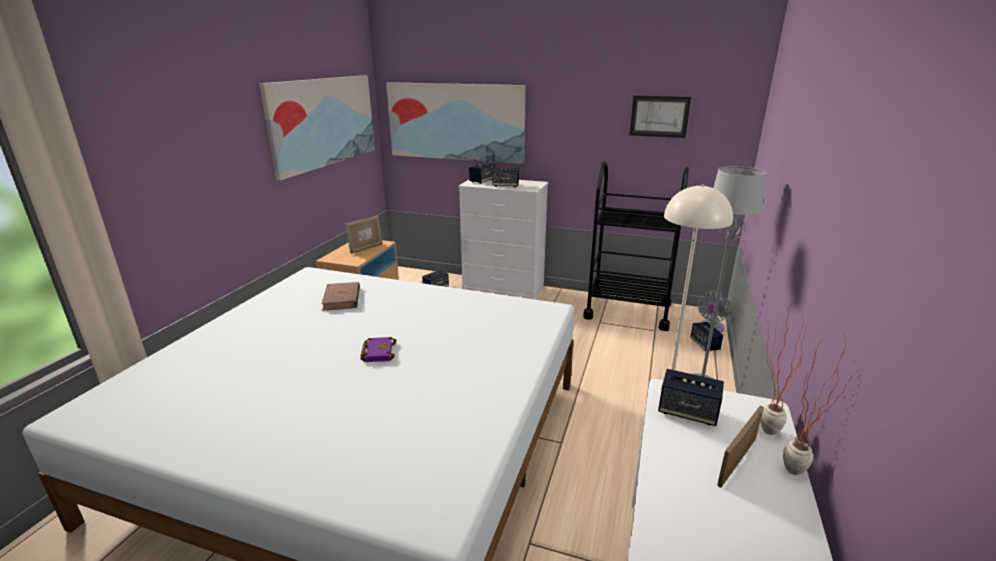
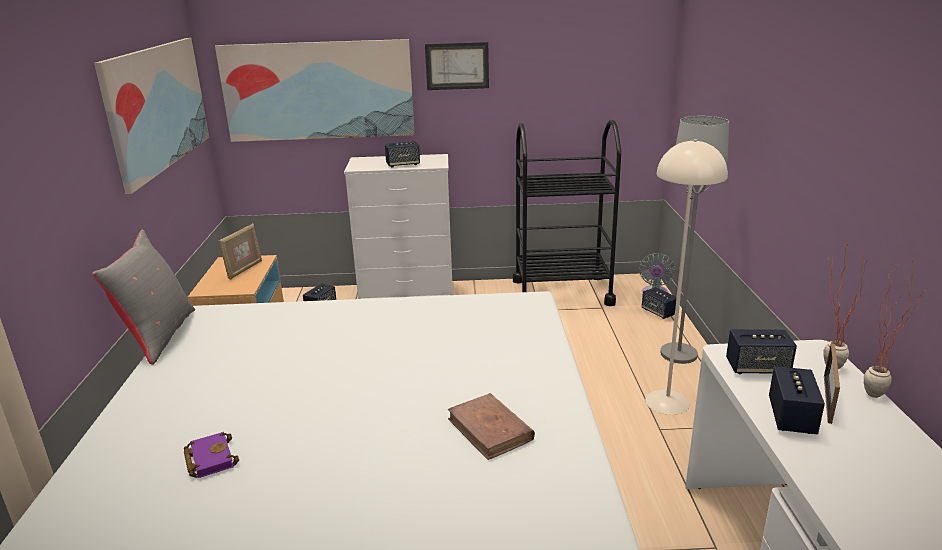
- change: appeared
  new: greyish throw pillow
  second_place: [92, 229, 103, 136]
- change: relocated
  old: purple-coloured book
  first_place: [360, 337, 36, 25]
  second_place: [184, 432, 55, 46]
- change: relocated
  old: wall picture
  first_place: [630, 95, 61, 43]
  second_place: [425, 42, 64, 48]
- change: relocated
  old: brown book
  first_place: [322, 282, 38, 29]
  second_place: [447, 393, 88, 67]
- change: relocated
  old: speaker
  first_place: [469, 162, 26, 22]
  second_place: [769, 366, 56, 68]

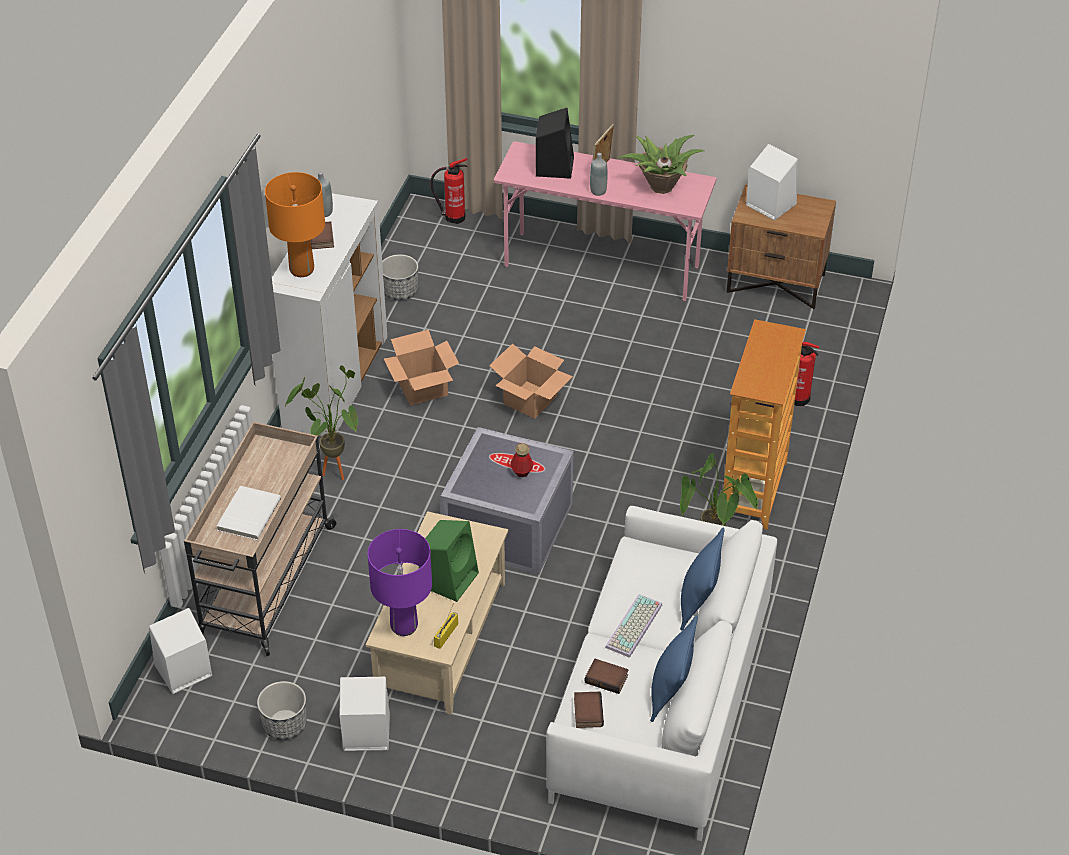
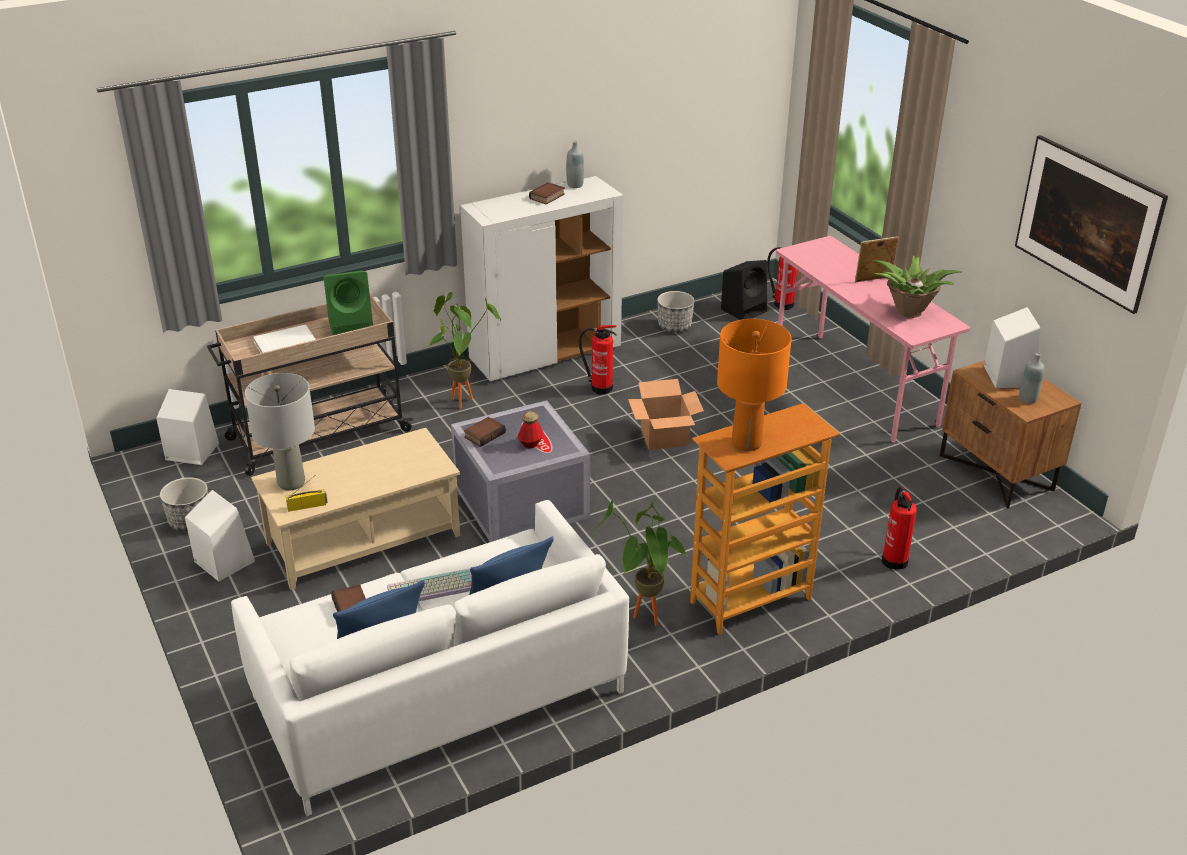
- change: colour
  old: purple-coloured table lamp
  new: greyish table lamp
  first_place: [367, 529, 65, 107]
  second_place: [245, 373, 70, 118]
- change: relocated
  old: green speaker
  first_place: [419, 520, 60, 82]
  second_place: [323, 271, 50, 65]
- change: relocated
  old: book
  first_place: [574, 692, 30, 36]
  second_place: [464, 417, 42, 30]
- change: exchanged
  old: cardboard box
  new: extinguisher
  first_place: [384, 330, 75, 76]
  second_place: [579, 325, 38, 70]
- change: relocated
  old: orange table lamp
  first_place: [265, 172, 60, 105]
  second_place: [717, 319, 75, 132]
- change: relocated
  old: blackish speaker
  first_place: [536, 108, 38, 71]
  second_place: [721, 260, 46, 60]
- change: appeared
  new: wall picture
  second_place: [1015, 135, 153, 179]
- change: relocated
  old: greyish beverage bottle
  first_place: [590, 153, 18, 43]
  second_place: [1019, 353, 25, 51]

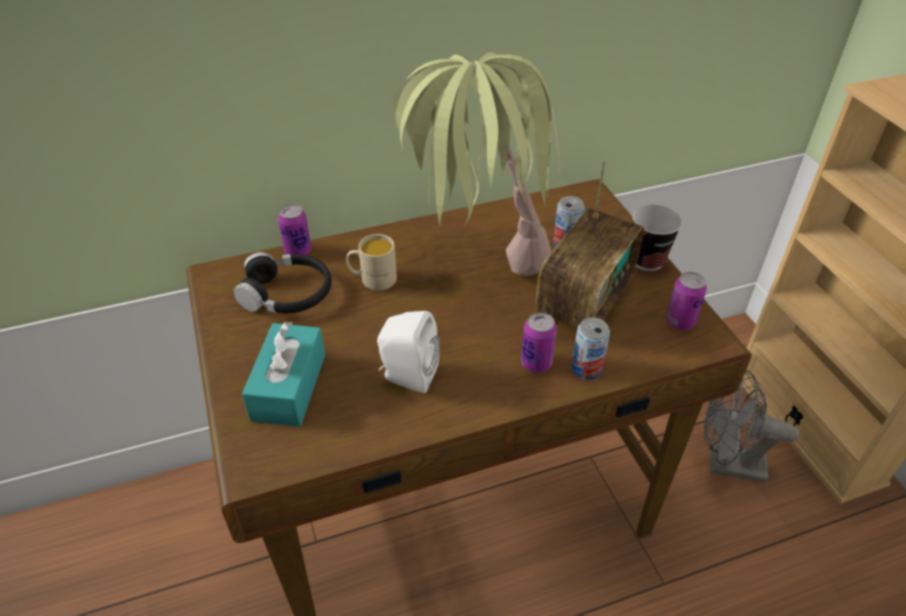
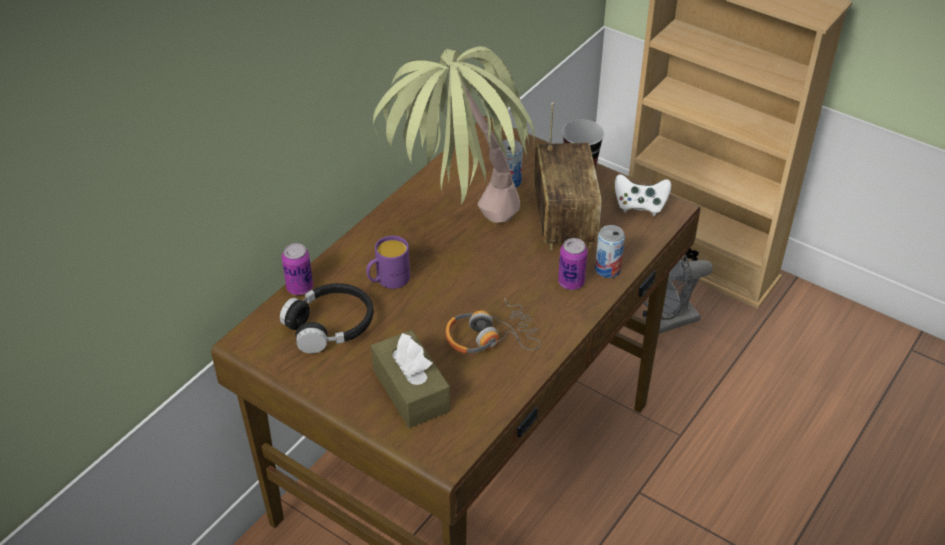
- change: colour
  old: beige-coloured coffee mug
  new: purple-coloured coffee mug
  first_place: [346, 234, 51, 57]
  second_place: [366, 236, 44, 53]
- change: colour
  old: turquoise-coloured tissue box
  new: brown tissue box
  first_place: [242, 321, 83, 106]
  second_place: [371, 330, 79, 98]
- change: exchanged
  old: white-coloured speaker
  new: pair of headphones
  first_place: [377, 311, 63, 83]
  second_place: [445, 298, 96, 56]
- change: exchanged
  old: sealed can
  new: white-coloured gamepad
  first_place: [666, 272, 41, 58]
  second_place: [615, 174, 56, 42]

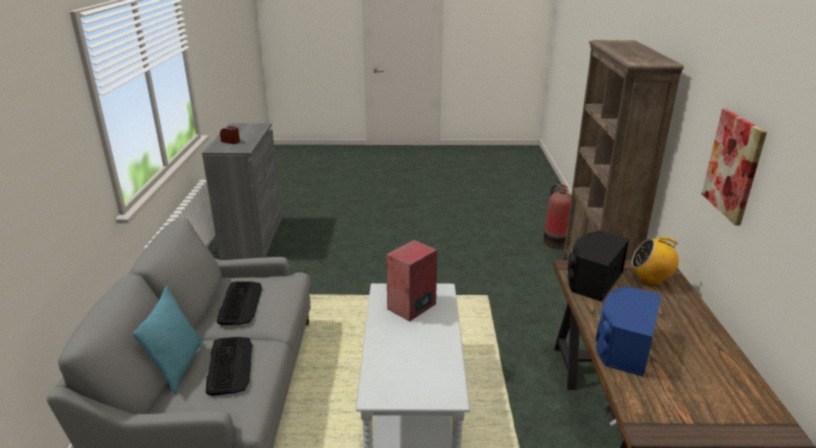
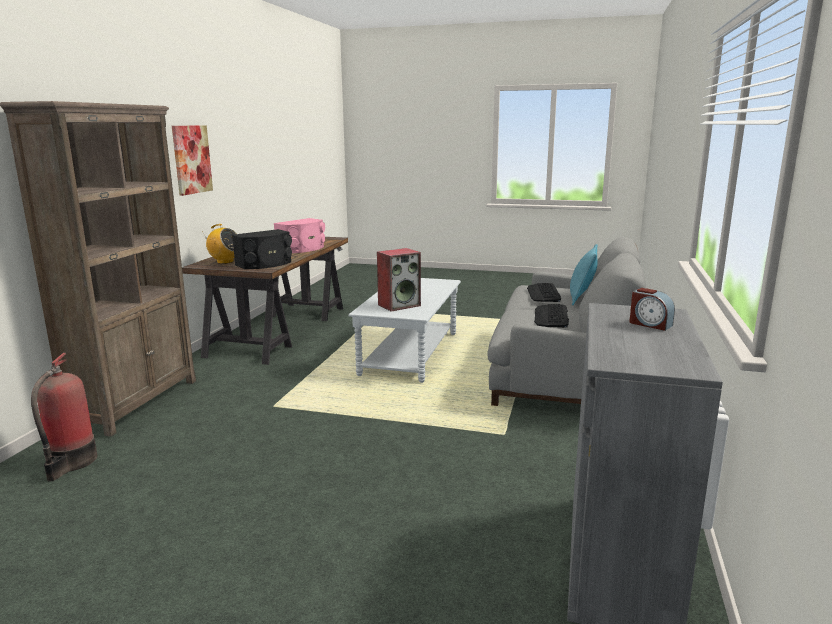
- change: colour
  old: blue speaker
  new: pink-coloured speaker
  first_place: [596, 286, 65, 91]
  second_place: [274, 218, 51, 35]

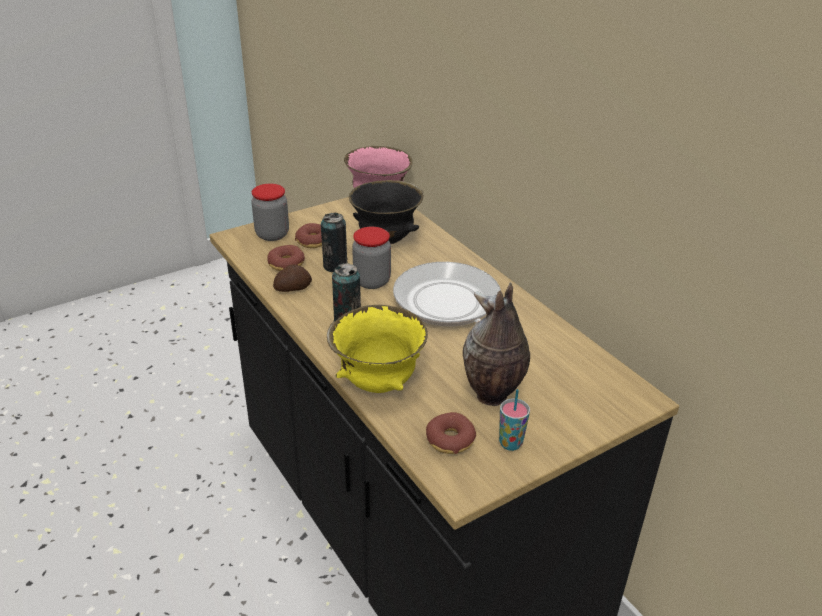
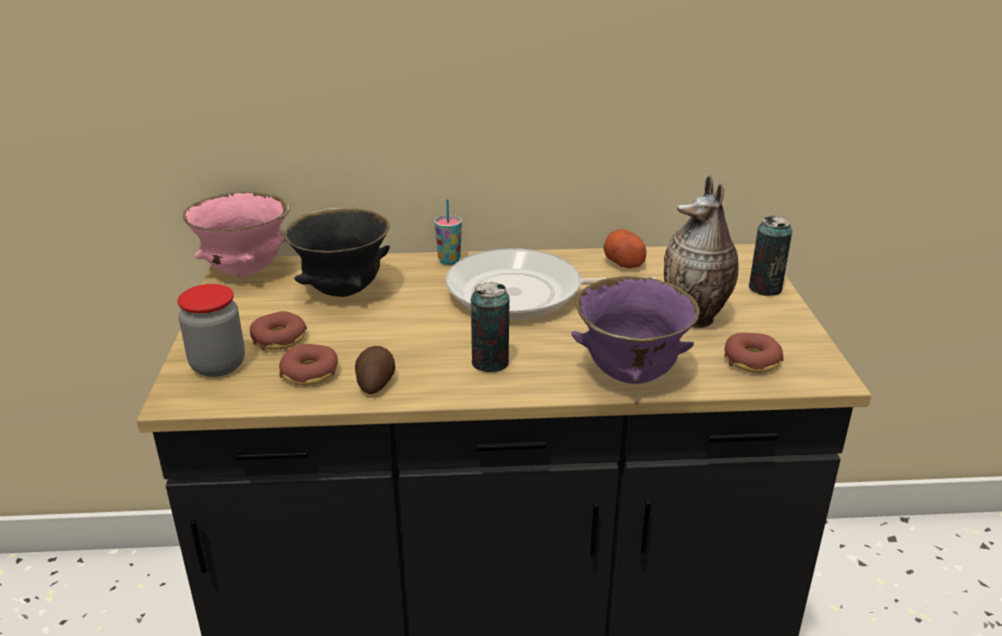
- change: relocated
  old: drinking cup
  first_place: [499, 389, 31, 62]
  second_place: [434, 199, 28, 66]
- change: colour
  old: yellowish deep dish
  new: purple-coloured deep dish
  first_place: [327, 305, 101, 88]
  second_place: [571, 276, 129, 108]
- change: appeared
  new: spud
  second_place: [603, 229, 44, 39]
- change: relocated
  old: sealed can
  first_place: [321, 213, 27, 59]
  second_place: [749, 216, 43, 80]
- change: missing
  old: storage jar
  first_place: [352, 227, 39, 62]

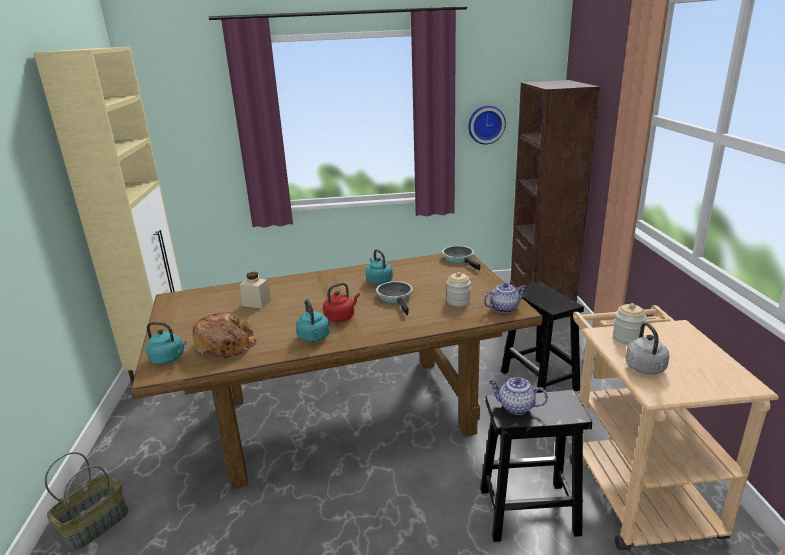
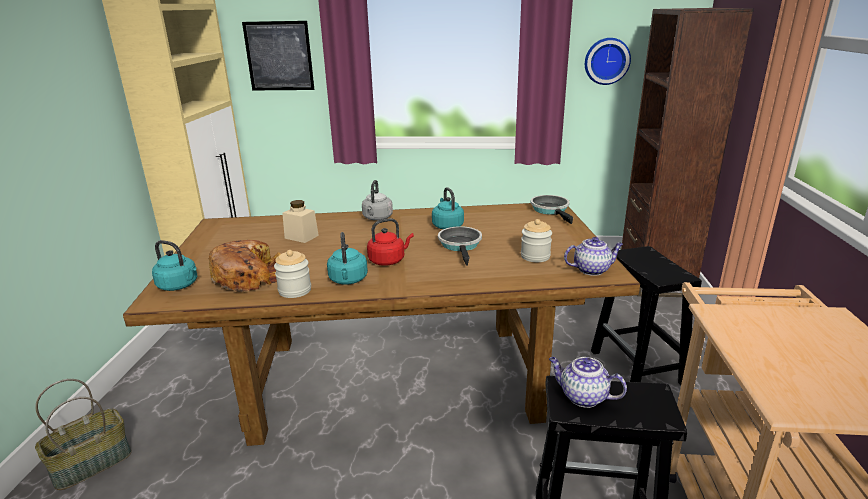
- change: appeared
  new: wall picture
  second_place: [242, 21, 72, 69]
- change: relocated
  old: storage jar
  first_place: [613, 303, 34, 42]
  second_place: [274, 250, 37, 48]
- change: relocated
  old: greyish kettle
  first_place: [626, 322, 43, 53]
  second_place: [362, 180, 31, 40]

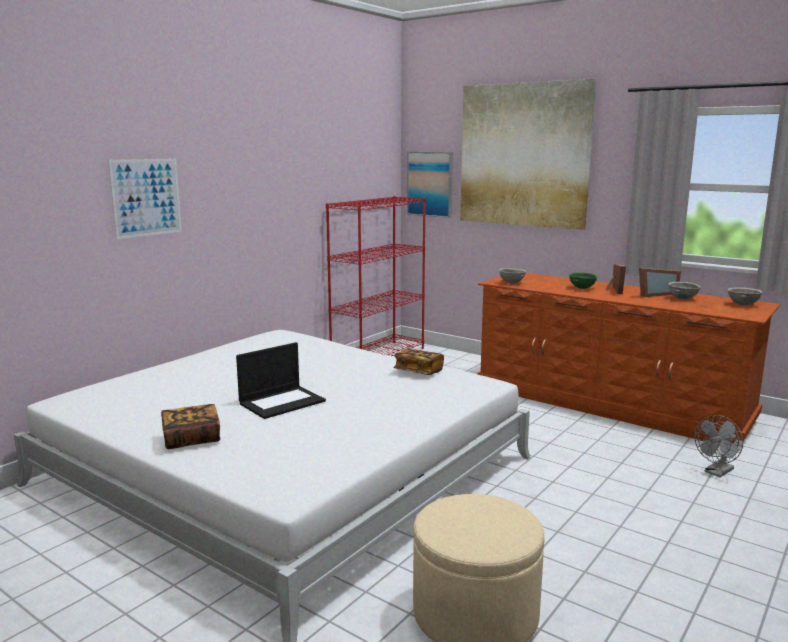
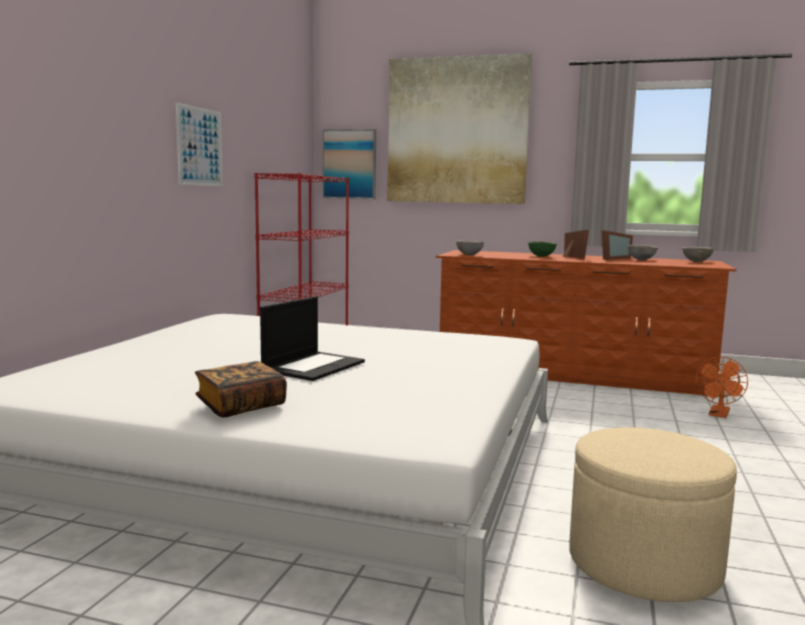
- change: relocated
  old: wall picture
  first_place: [108, 158, 74, 81]
  second_place: [176, 102, 47, 84]
- change: colour
  old: greyish fan
  new: orange fan
  first_place: [694, 415, 49, 62]
  second_place: [696, 357, 52, 61]
- change: missing
  old: book
  first_place: [393, 349, 51, 26]

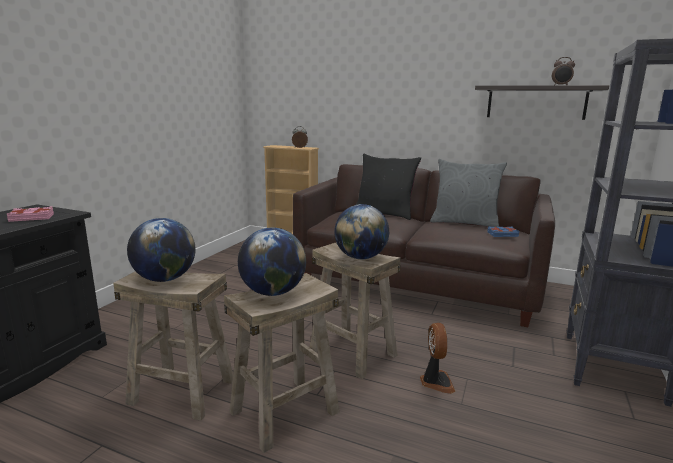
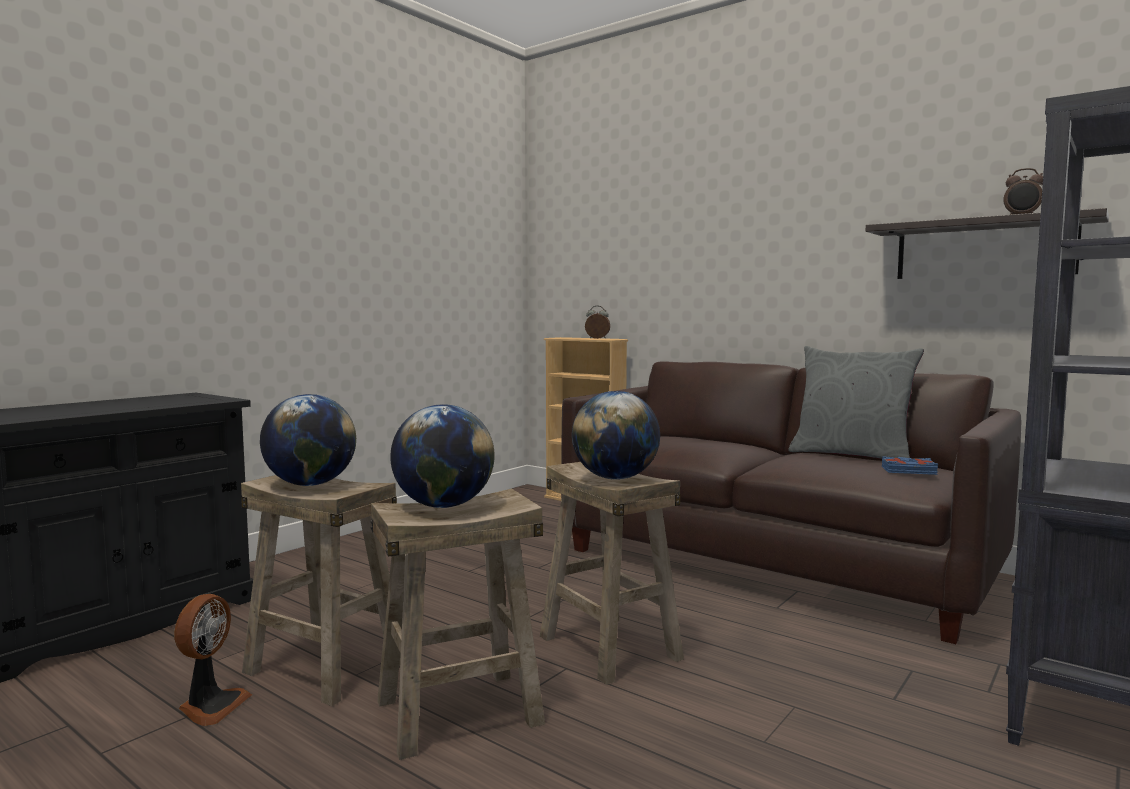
- change: relocated
  old: fan
  first_place: [420, 323, 36, 71]
  second_place: [174, 594, 78, 132]
- change: missing
  old: pink-coloured book
  first_place: [7, 206, 47, 16]
- change: missing
  old: blackish throw pillow
  first_place: [356, 154, 65, 66]

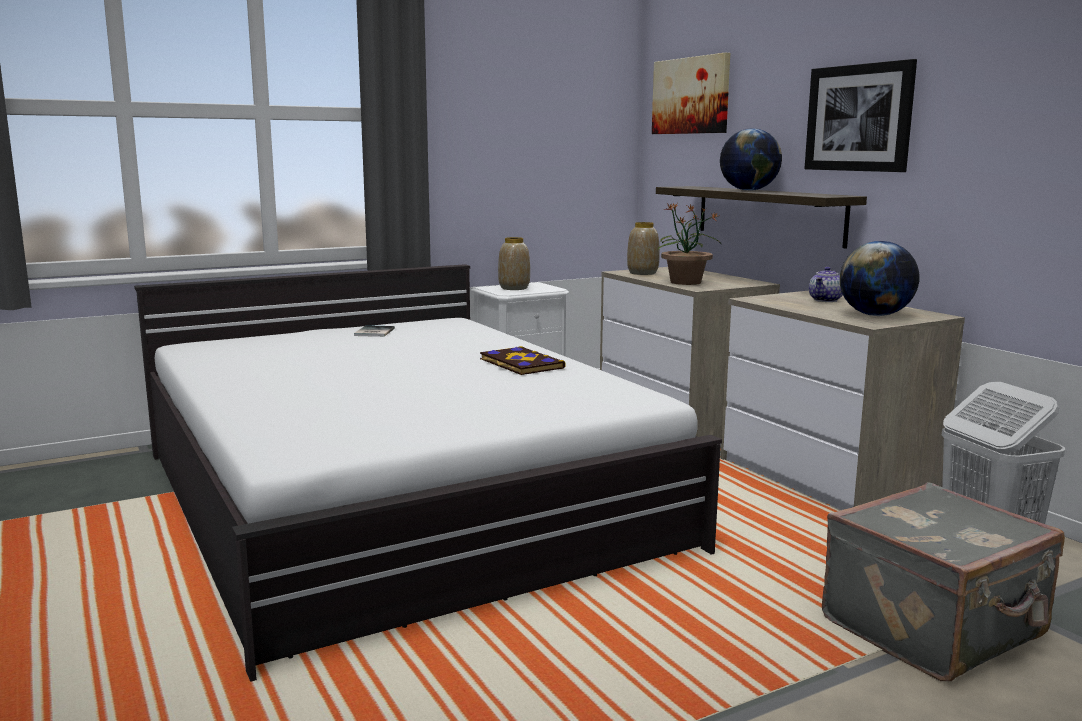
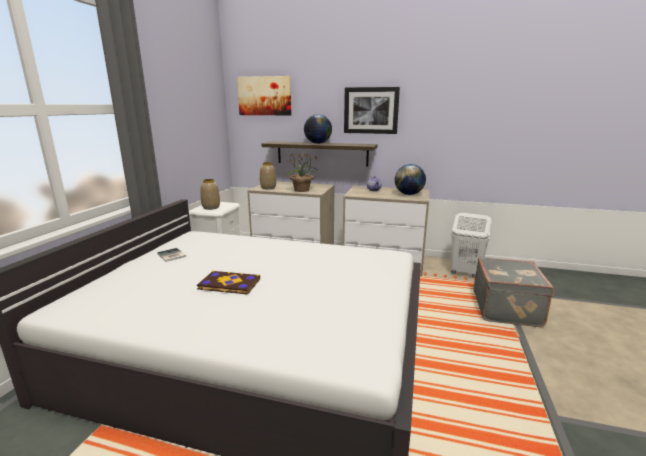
- change: relocated
  old: book
  first_place: [480, 346, 86, 29]
  second_place: [197, 271, 63, 24]

